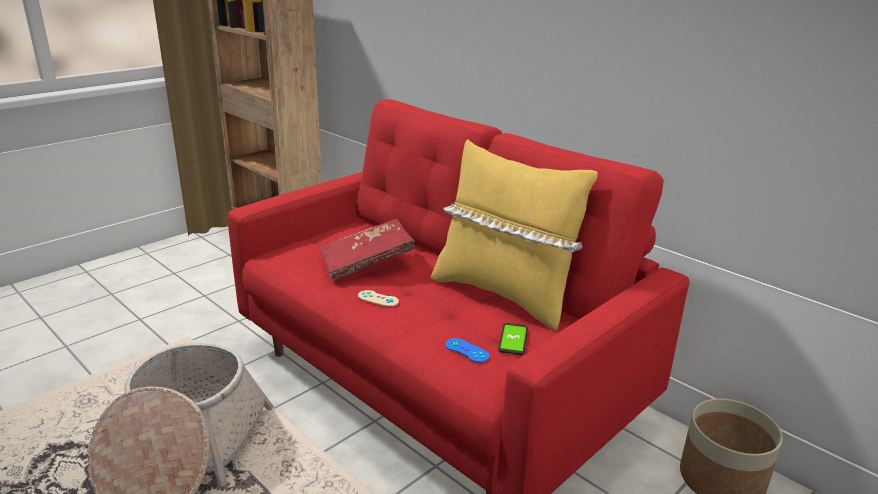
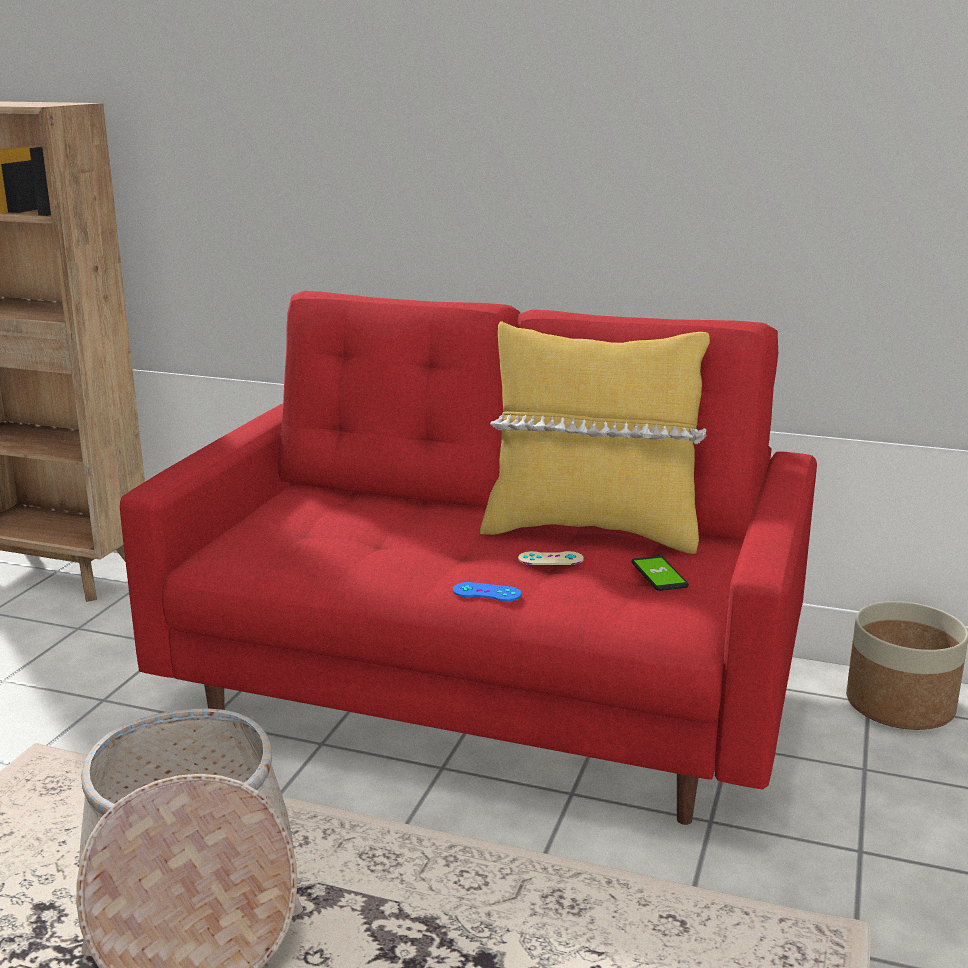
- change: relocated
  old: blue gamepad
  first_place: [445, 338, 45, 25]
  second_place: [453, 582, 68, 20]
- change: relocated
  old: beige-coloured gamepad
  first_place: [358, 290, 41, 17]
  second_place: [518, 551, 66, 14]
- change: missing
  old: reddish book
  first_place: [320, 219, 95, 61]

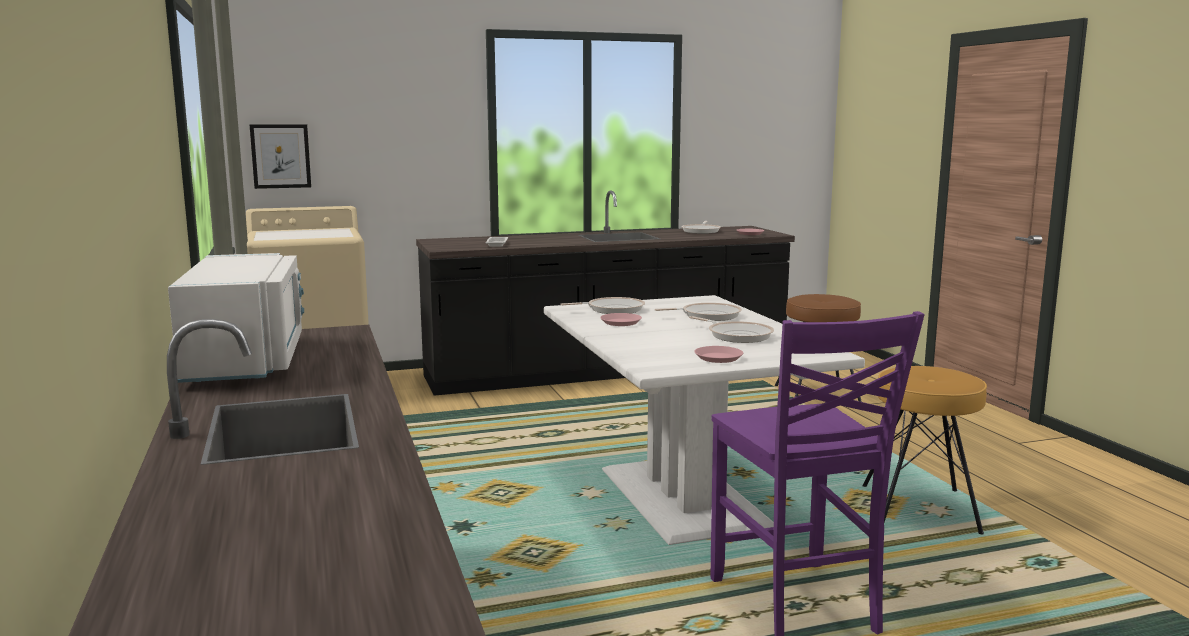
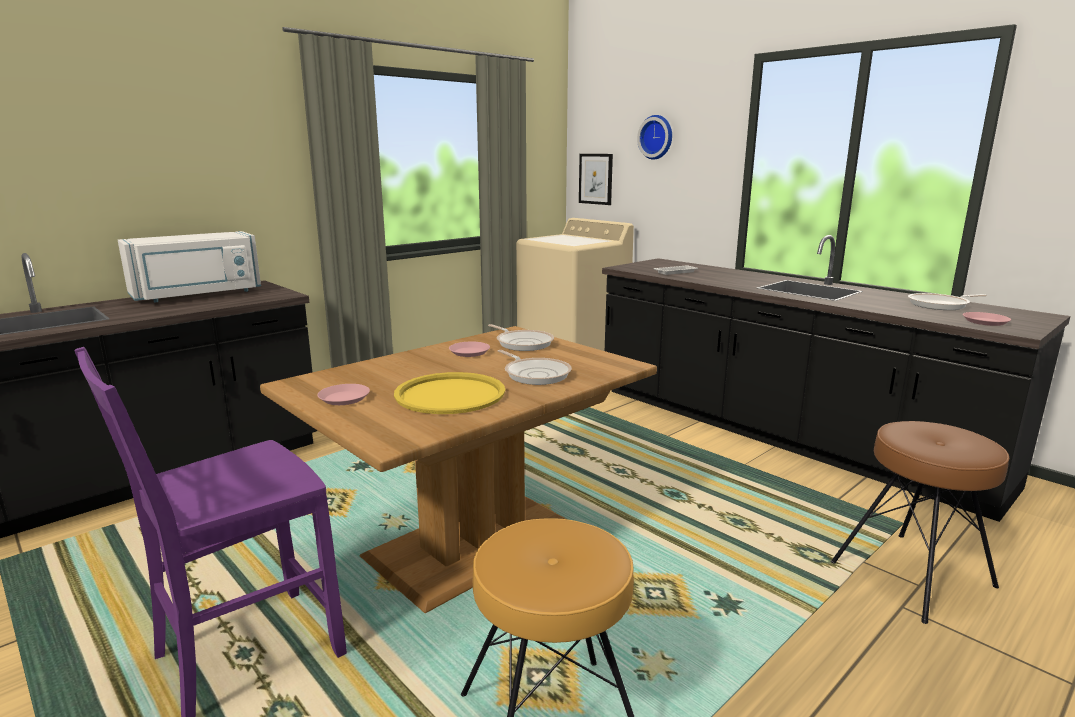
- change: colour
  old: white-coloured dining table
  new: brown dining table
  first_place: [544, 295, 321, 250]
  second_place: [260, 326, 397, 287]
- change: exchanged
  old: skillet
  new: yellowish carrying tray
  first_place: [689, 316, 85, 27]
  second_place: [394, 372, 111, 42]
- change: appeared
  new: hanging clock
  second_place: [637, 115, 35, 45]

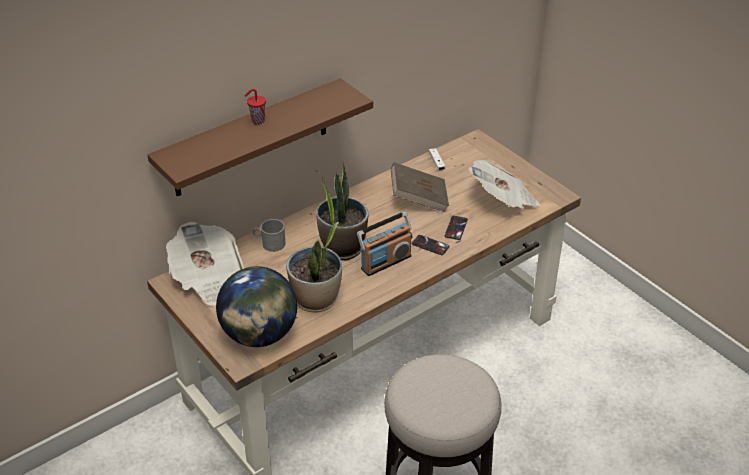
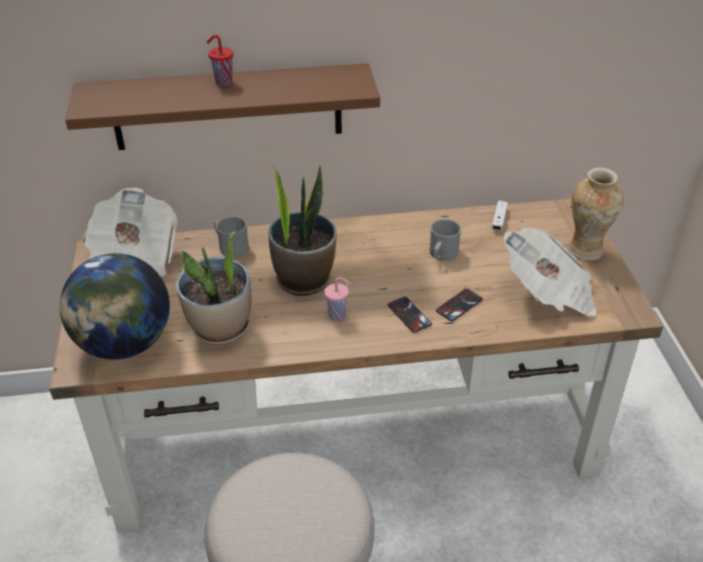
- change: exchanged
  old: radio set
  new: pink-coloured drinking cup
  first_place: [357, 212, 55, 64]
  second_place: [324, 277, 27, 43]
- change: exchanged
  old: brown book
  new: greyish coffee mug
  first_place: [391, 162, 58, 50]
  second_place: [430, 219, 31, 41]
- change: appeared
  new: vase
  second_place: [568, 167, 56, 94]

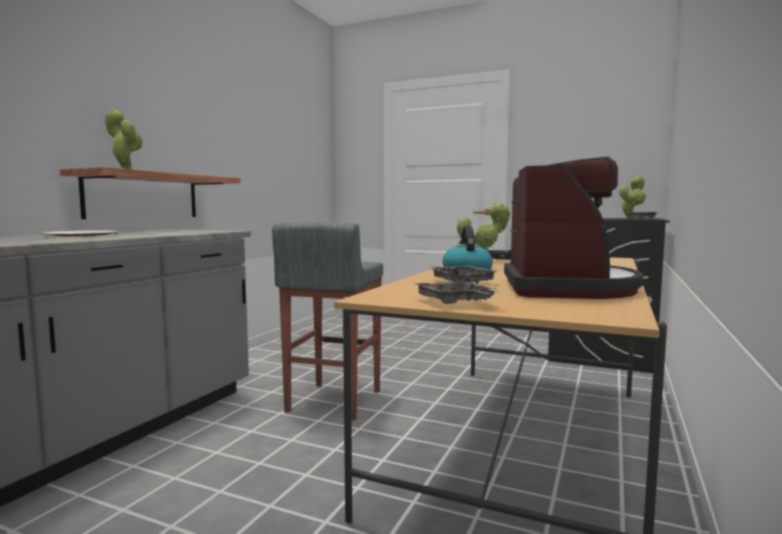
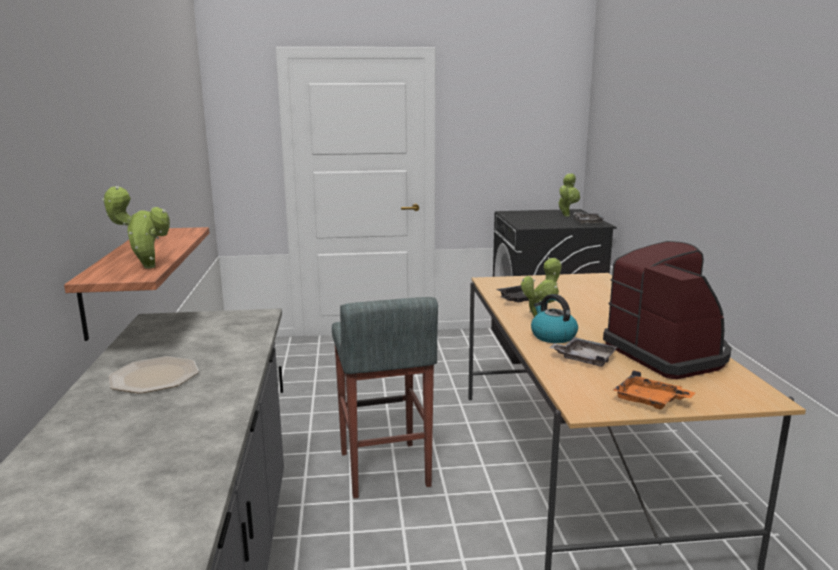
- change: colour
  old: greyish carrying tray
  new: orange carrying tray
  first_place: [414, 276, 86, 28]
  second_place: [613, 370, 83, 40]

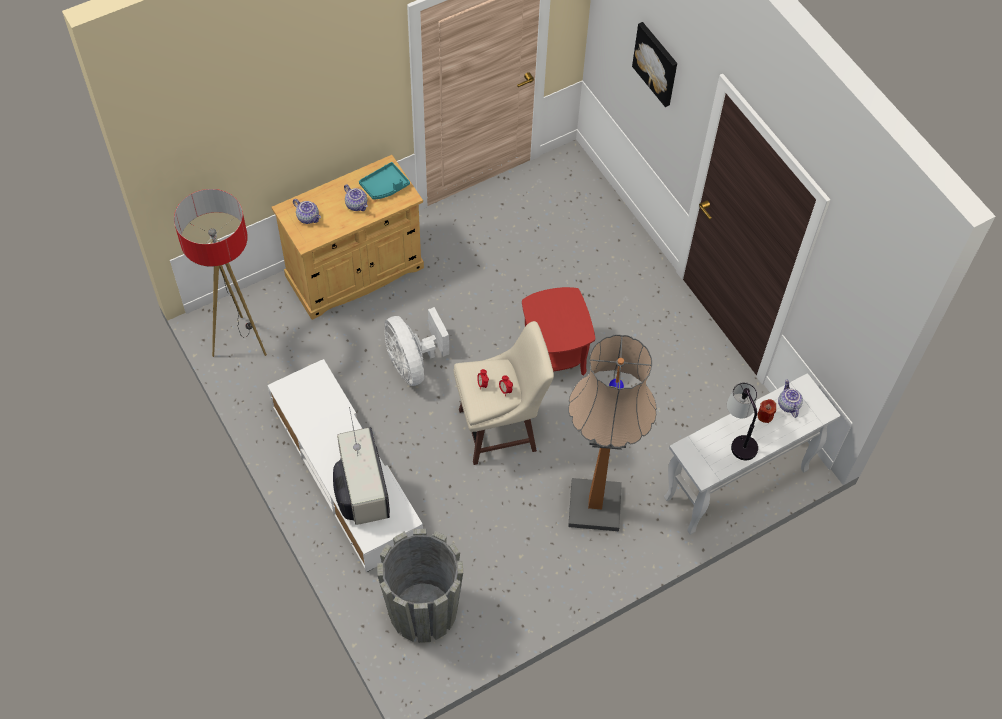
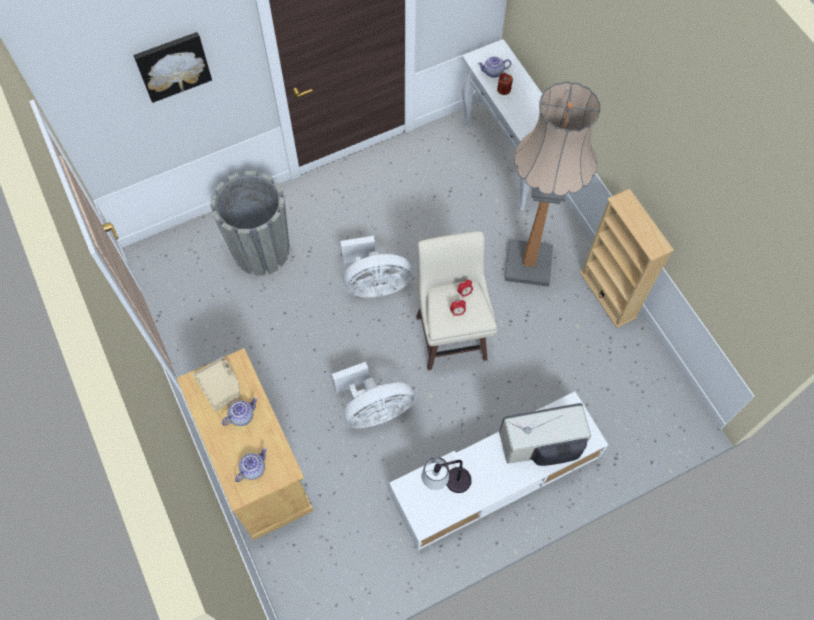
- change: colour
  old: turquoise-coloured carrying tray
  new: beige-coloured carrying tray
  first_place: [359, 162, 51, 38]
  second_place: [193, 357, 47, 54]
- change: relocated
  old: greyish planter
  first_place: [377, 529, 86, 114]
  second_place: [210, 171, 79, 104]
- change: exchanged
  old: reddish accent table
  new: white-coloured fan
  first_place: [522, 287, 73, 89]
  second_place: [340, 236, 72, 61]
- change: relocated
  old: table lamp
  first_place: [727, 382, 31, 78]
  second_place: [421, 457, 50, 36]
- change: appeared
  new: beige-coloured shelving unit
  second_place: [580, 189, 94, 139]
- change: missing
  old: standard lamp
  first_place: [174, 189, 93, 168]

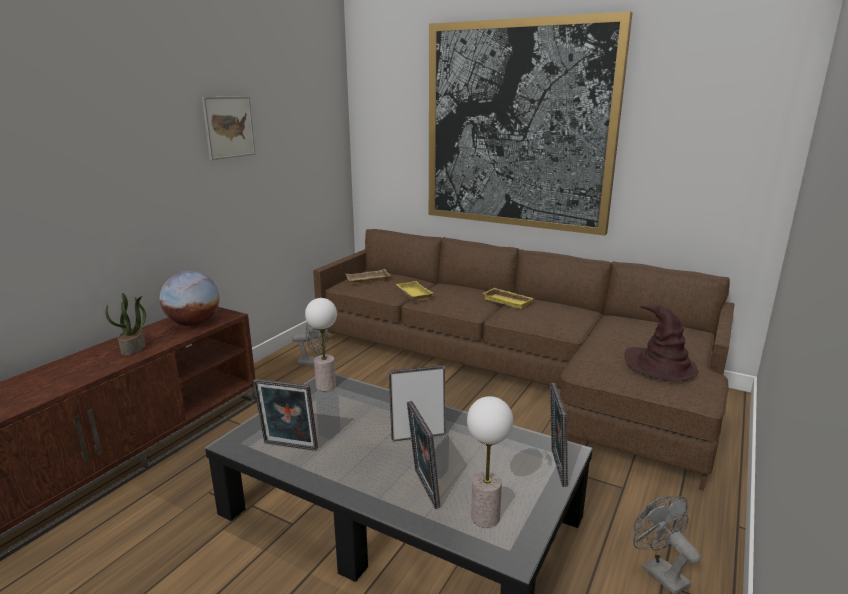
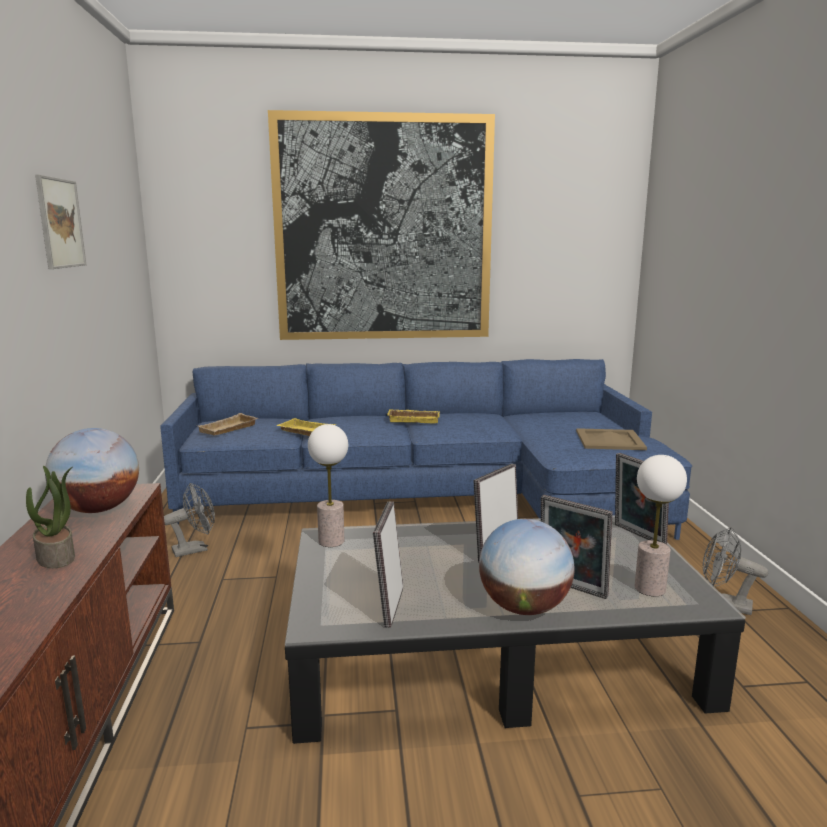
- change: colour
  old: brown settee
  new: blue settee
  first_place: [313, 229, 421, 262]
  second_place: [160, 359, 532, 181]
- change: spun
  old: photo frame
  first_place: [253, 379, 65, 72]
  second_place: [373, 501, 30, 127]
  degrees: 120
- change: appeared
  new: world globe
  second_place: [479, 519, 95, 96]
- change: exchanged
  old: brown wearable hat
  new: beige-coloured carrying tray
  first_place: [624, 305, 75, 77]
  second_place: [576, 428, 71, 22]

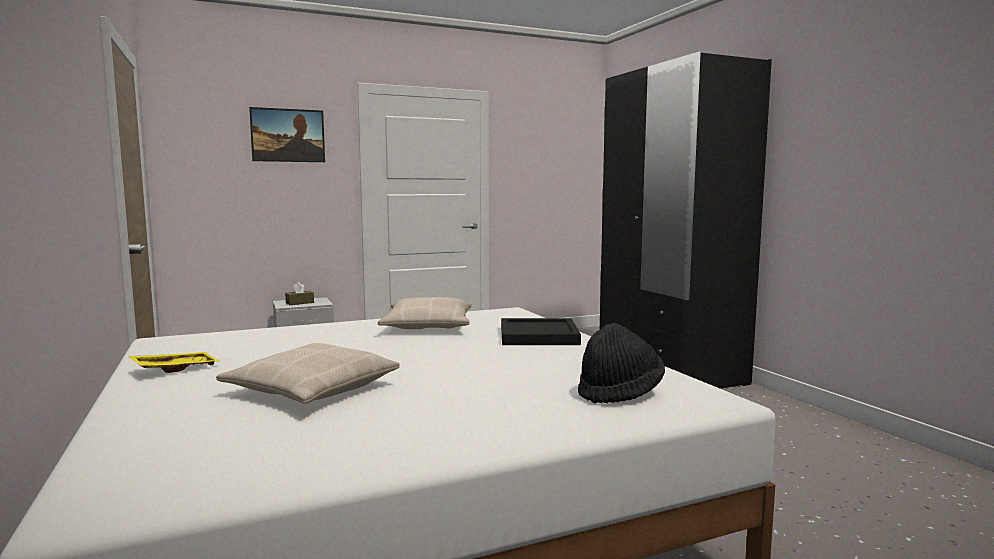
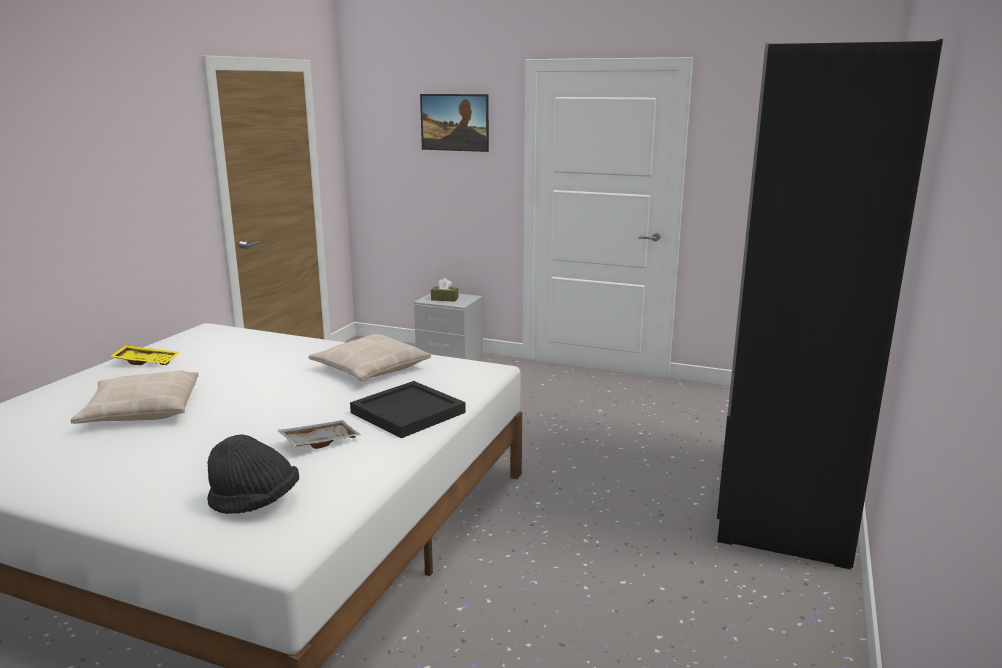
- change: appeared
  new: greyish carrying tray
  second_place: [278, 420, 83, 29]

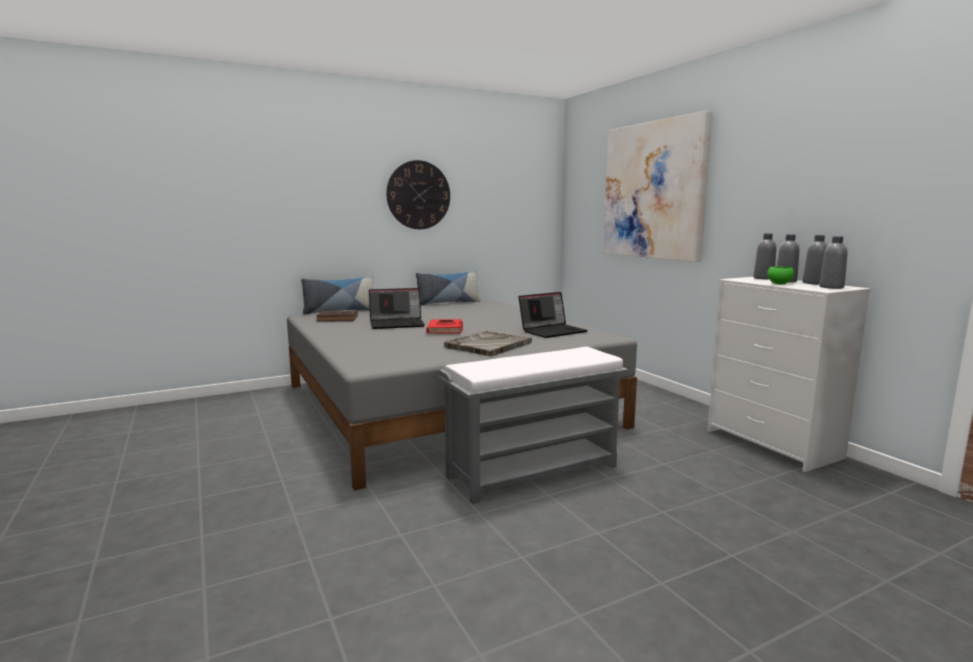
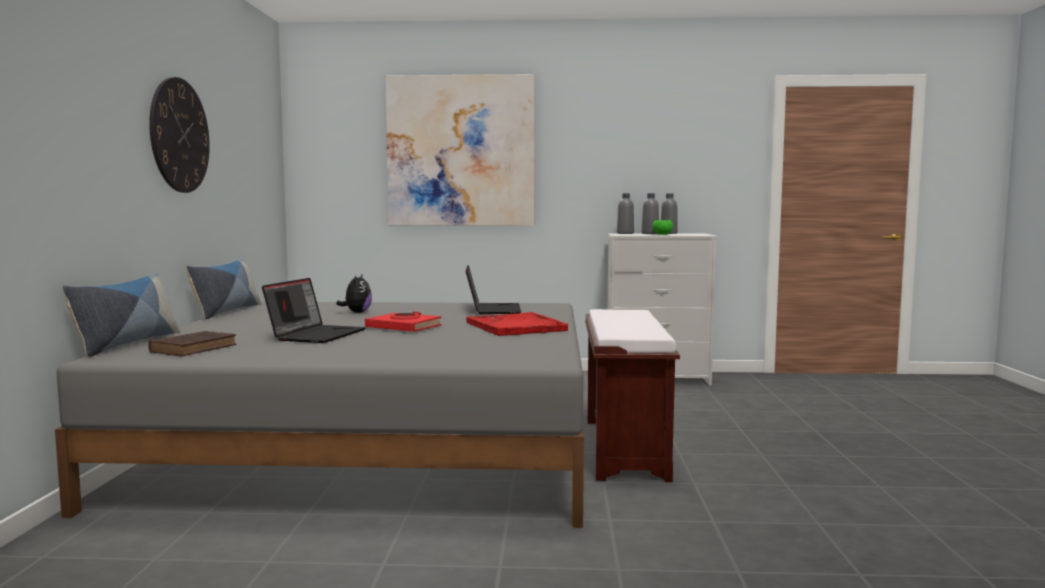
- change: appeared
  new: soft toy
  second_place: [336, 273, 36, 40]
- change: colour
  old: greyish carrying tray
  new: reddish carrying tray
  first_place: [444, 331, 88, 25]
  second_place: [466, 312, 102, 24]
- change: colour
  old: greyish bench
  new: brown bench
  first_place: [438, 347, 190, 157]
  second_place: [586, 309, 94, 173]
- change: missing
  old: greyish beverage bottle
  first_place: [819, 236, 28, 53]

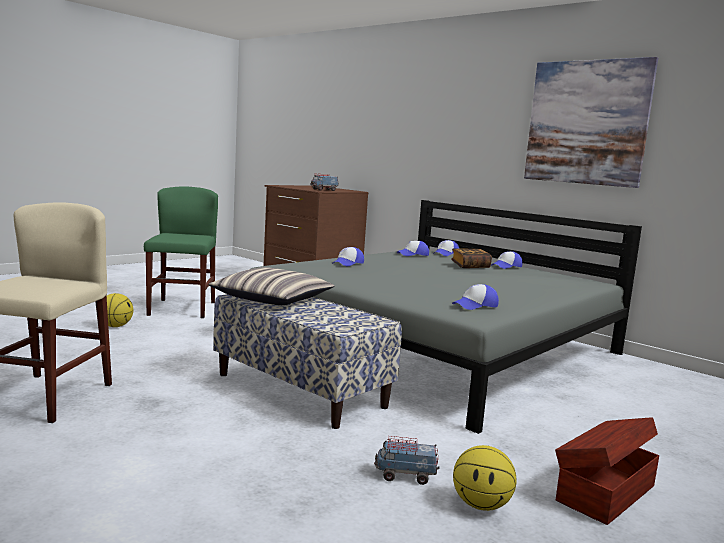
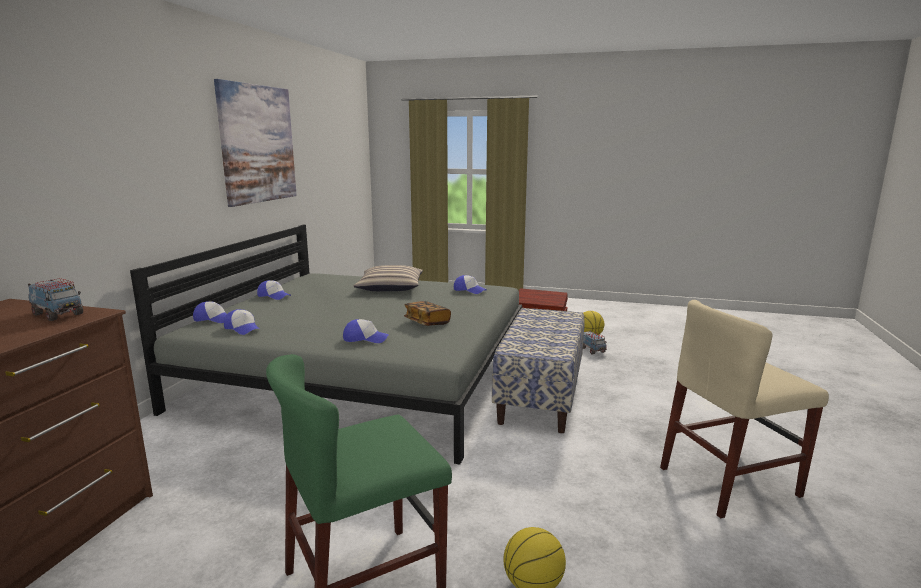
- change: relocated
  old: throw pillow
  first_place: [209, 267, 126, 38]
  second_place: [354, 265, 69, 26]
- change: relocated
  old: book
  first_place: [451, 248, 41, 20]
  second_place: [404, 301, 47, 25]

